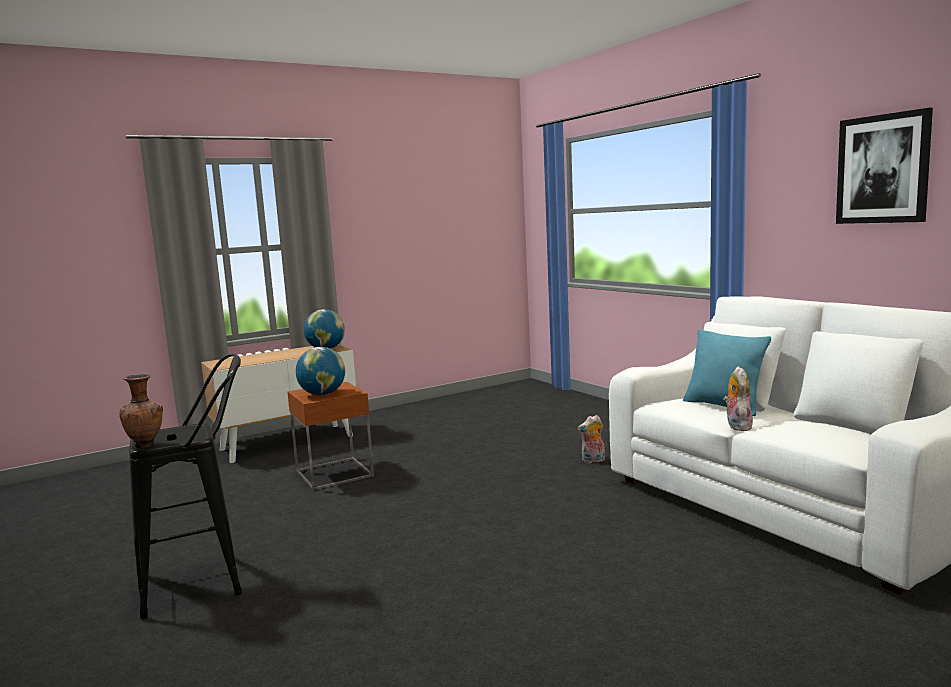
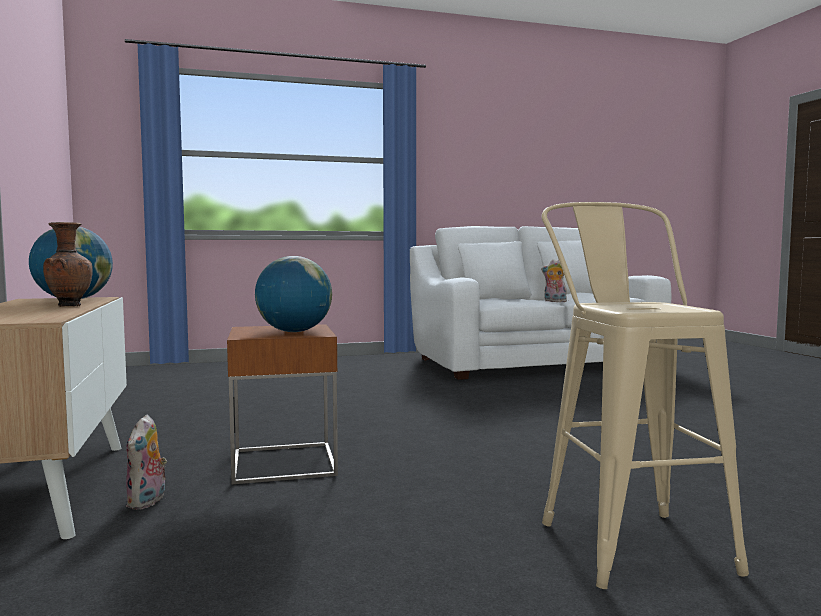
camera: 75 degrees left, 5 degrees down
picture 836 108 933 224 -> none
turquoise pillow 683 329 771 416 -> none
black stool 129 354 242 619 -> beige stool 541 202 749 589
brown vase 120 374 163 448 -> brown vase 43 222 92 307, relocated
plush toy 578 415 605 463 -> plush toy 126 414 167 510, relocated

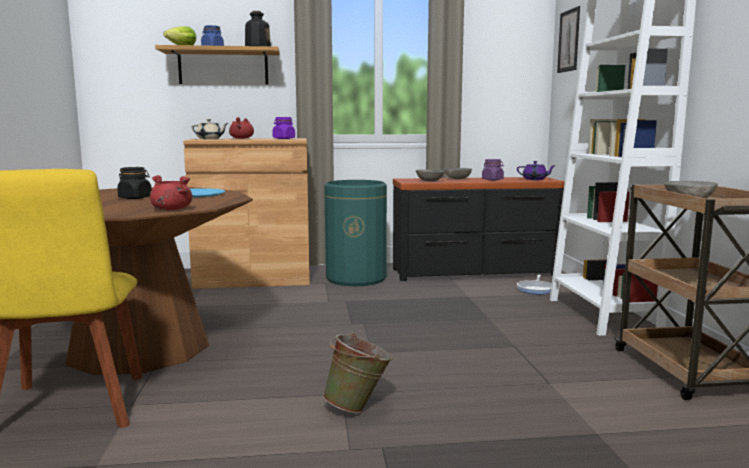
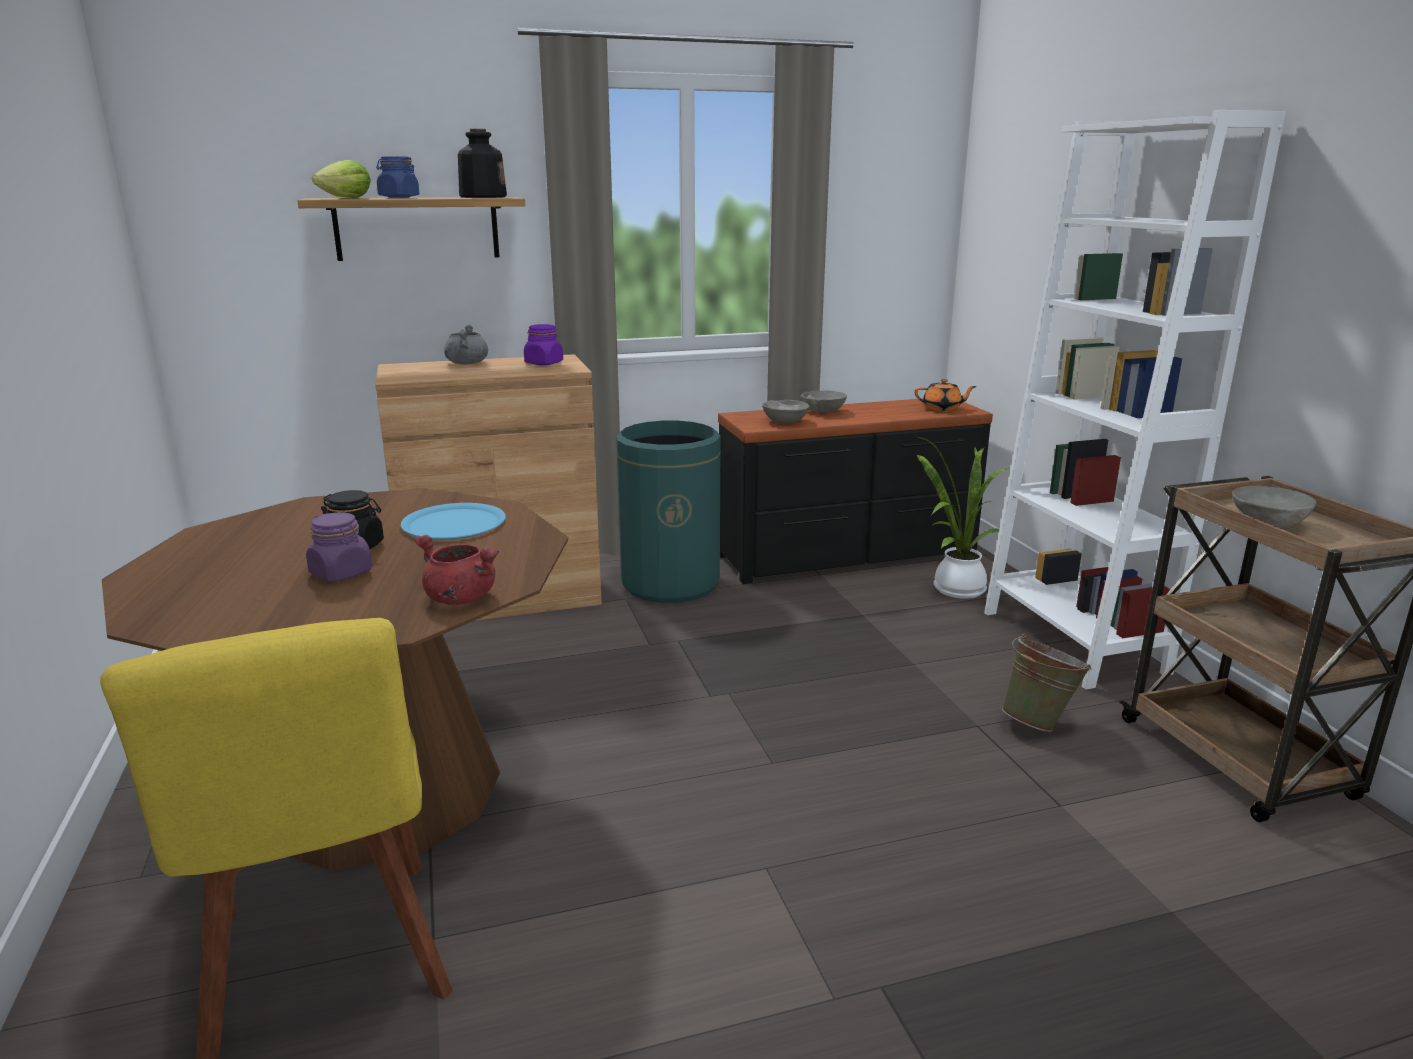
camera: 10 degrees left, 10 degrees up
picture 557 6 580 73 -> none
red cooking pot 229 117 254 139 -> grey cooking pot 444 324 488 364
beige teapot 192 119 228 139 -> none
purple jar 482 159 504 180 -> purple jar 306 512 372 582, relocated
purple teapot 517 161 556 180 -> orange teapot 914 379 977 411
frying pan 517 275 552 294 -> potted plant 914 436 1010 599
green bucket 323 333 393 413 -> green bucket 1002 634 1092 732, relocated

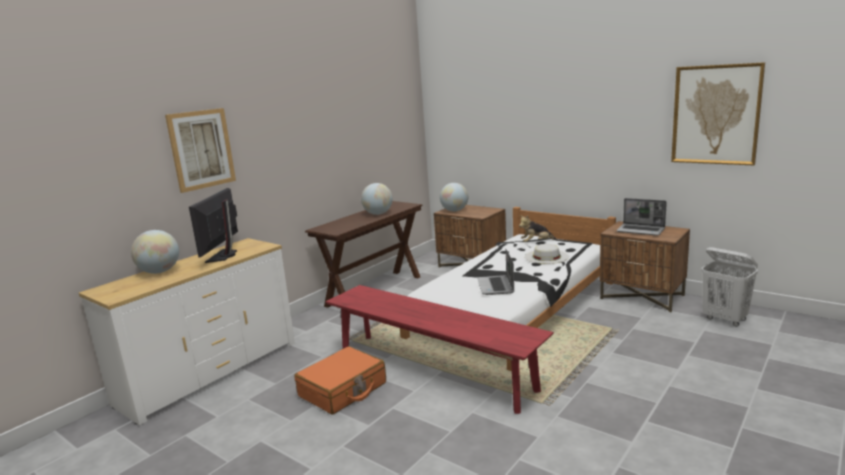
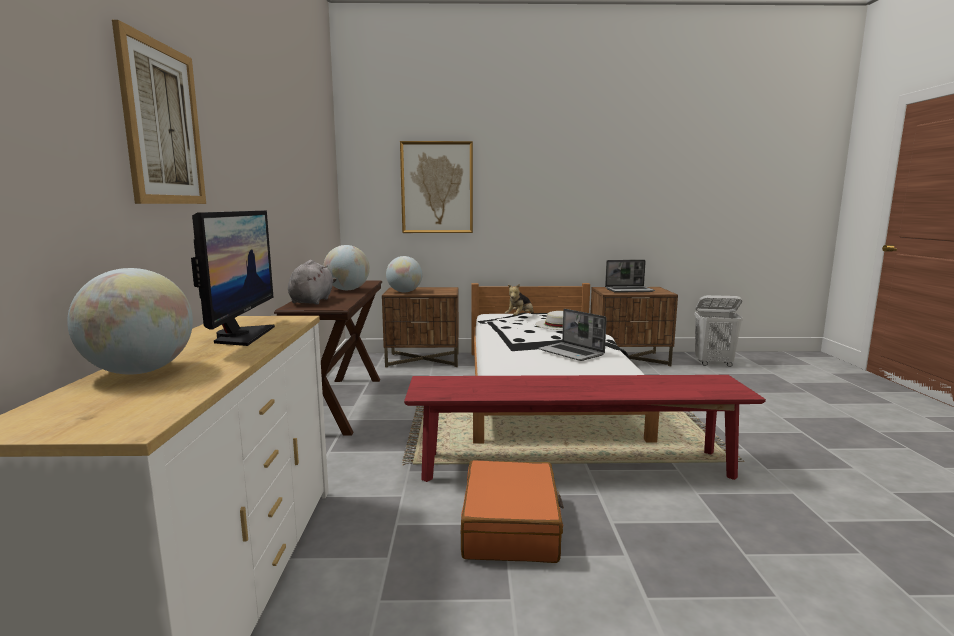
camera: 40 degrees left, 5 degrees down
picture 671 62 765 165 -> picture 400 141 473 233, relocated
monitor 189 188 238 263 -> monitor 191 211 275 346, 150 degrees counterclockwise
none -> grey plush toy 288 260 337 304

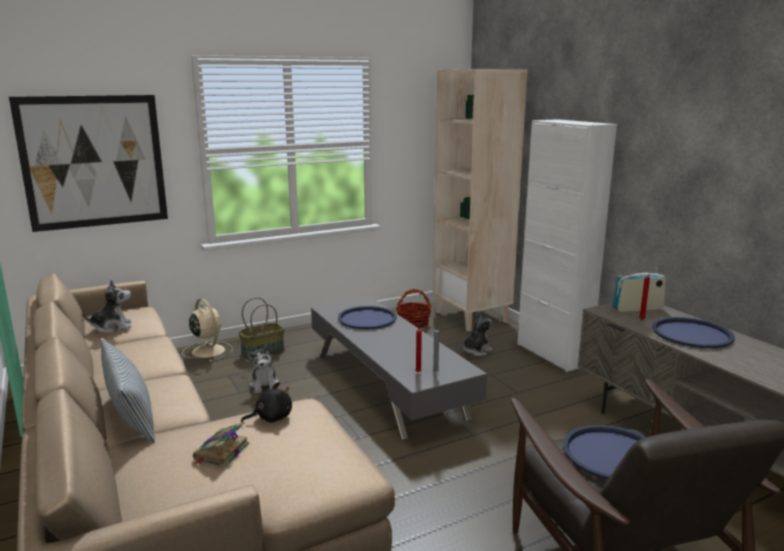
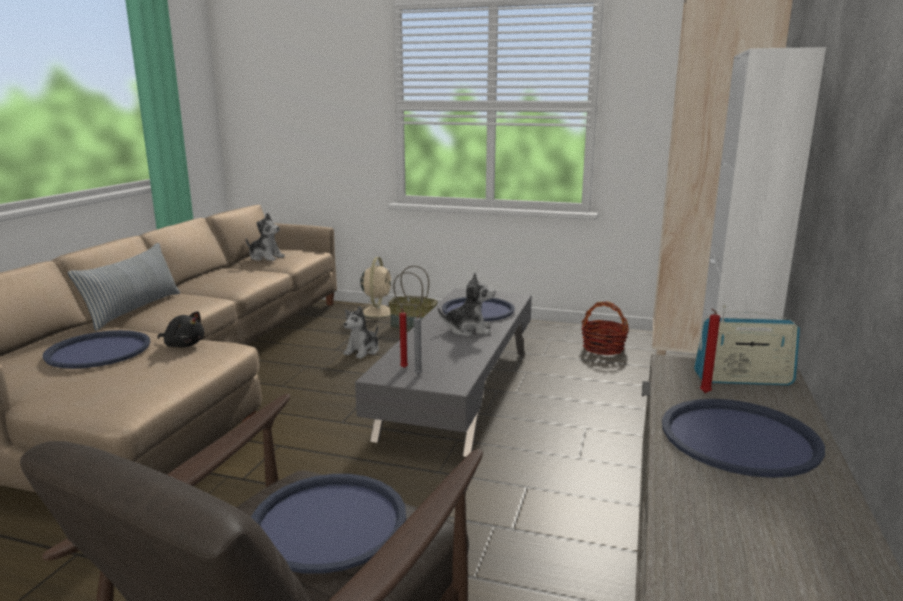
camera: 45 degrees right, 0 degrees up
picture 9 95 168 232 -> none
radio 612 267 666 312 -> radio 694 305 800 385, 150 degrees clockwise
plush toy 463 312 493 356 -> plush toy 438 272 495 336, relocated
book 193 422 249 467 -> blue tray 43 330 150 369

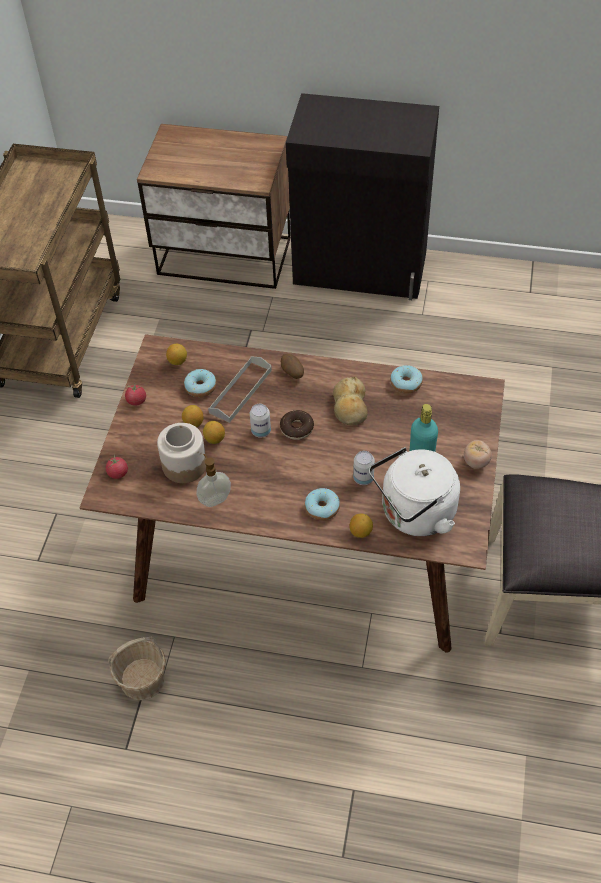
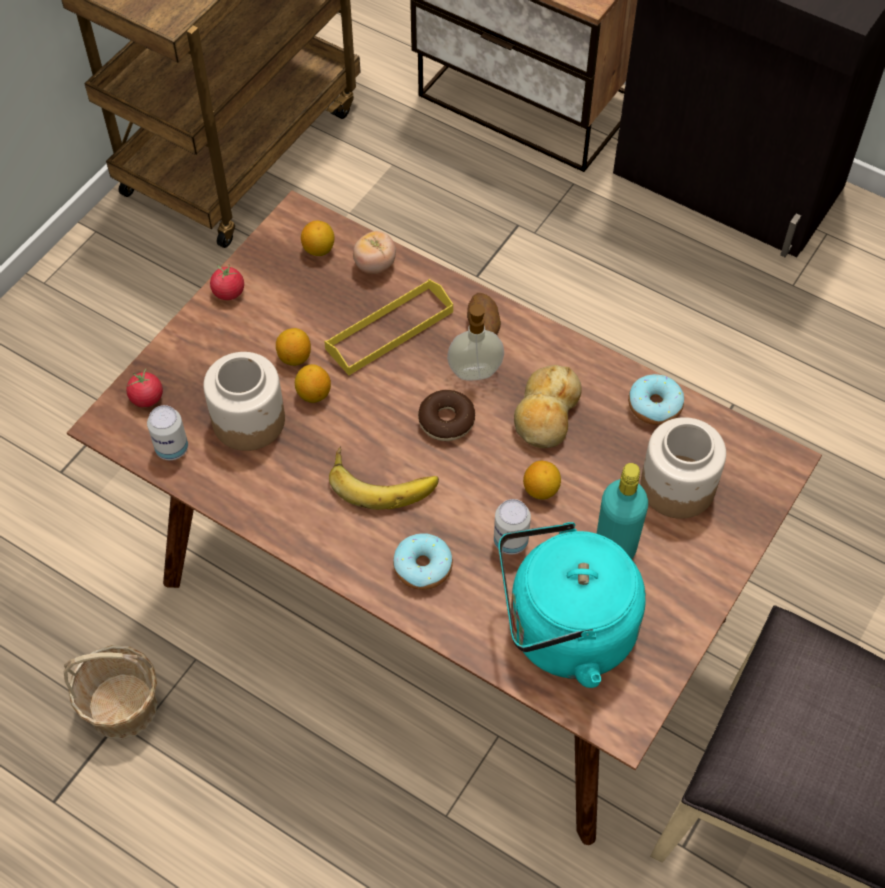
camera: 20 degrees right, 5 degrees up
grey tray 208 356 272 423 -> yellow tray 324 279 453 375
donut 184 369 216 397 -> none
can 250 404 271 438 -> can 147 405 188 460, relocated
tomato 464 440 492 469 -> tomato 353 231 396 274, relocated
white kettle 369 447 460 536 -> turquoise kettle 499 522 646 688
soap dispenser 197 454 231 507 -> soap dispenser 447 297 504 381, relocated
lemon 349 514 373 538 -> lemon 523 461 561 499, relocated
none -> jar 641 417 726 519
none -> banana 329 446 439 510

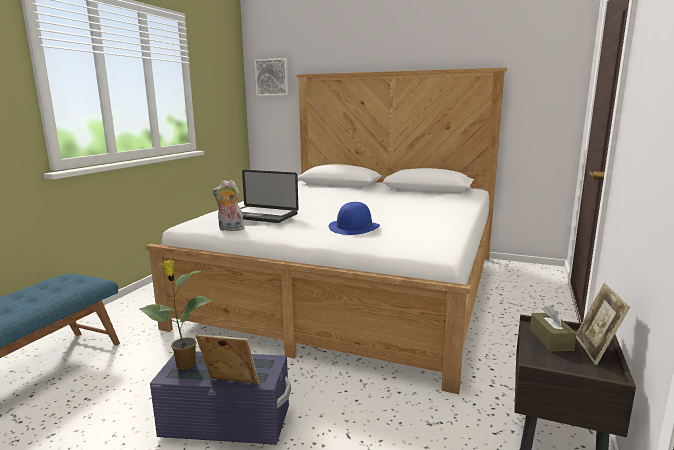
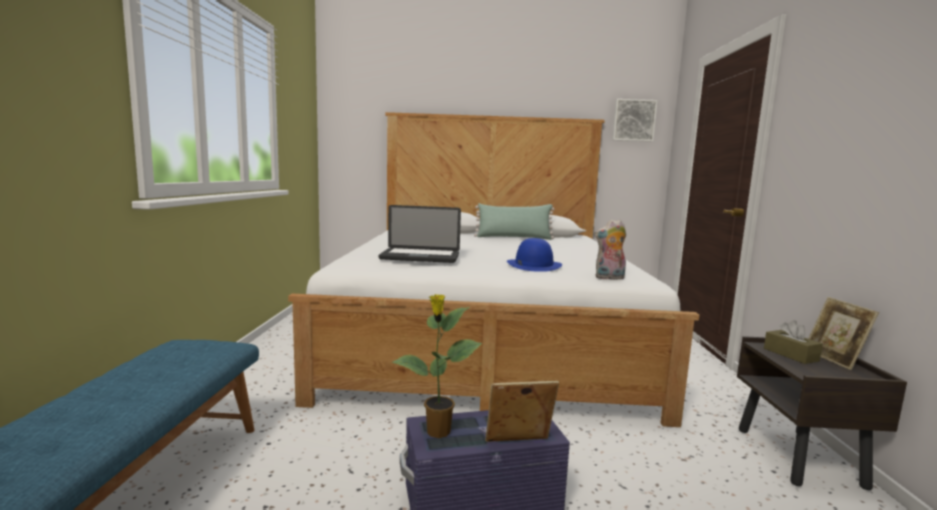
camera: 20 degrees left, 5 degrees down
picture 255 58 289 96 -> picture 612 99 658 142, relocated
plush toy 212 180 244 231 -> plush toy 595 220 626 280, relocated
none -> green pillow 474 203 555 240

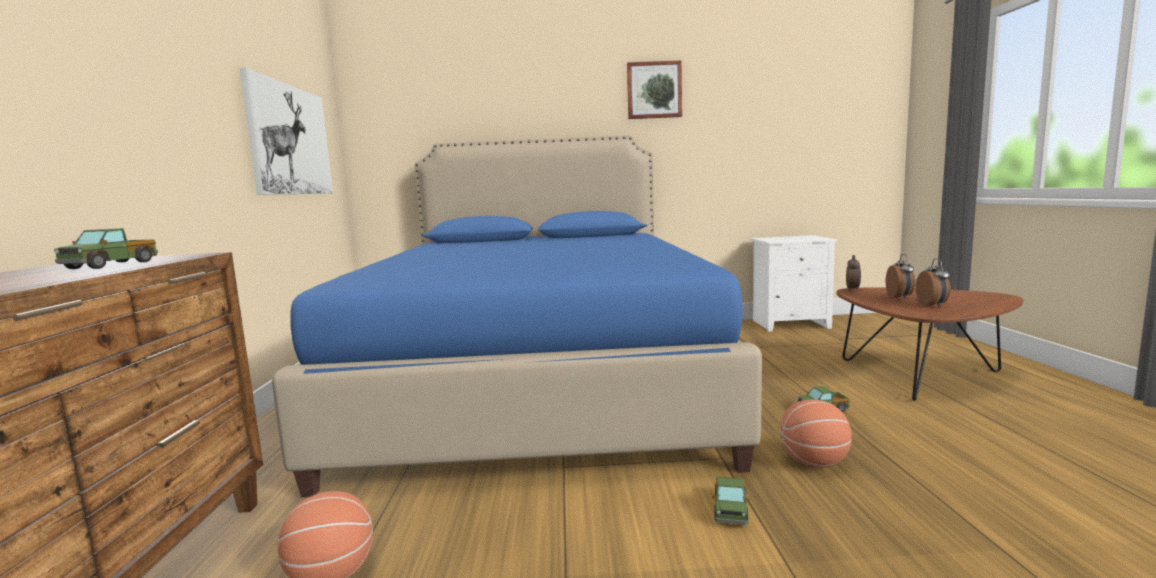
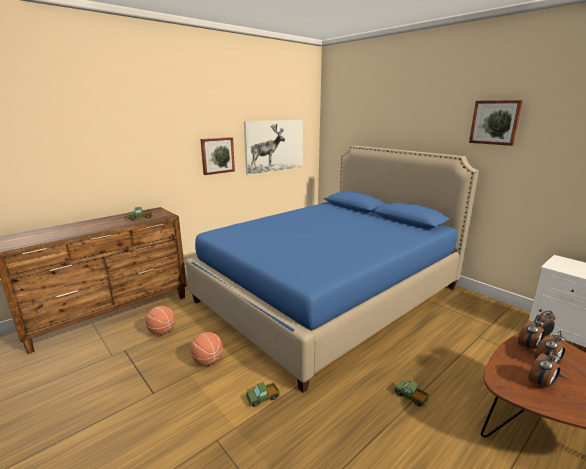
camera: 50 degrees right, 10 degrees up
basketball 780 399 852 468 -> basketball 190 332 223 366, relocated
none -> picture 200 137 235 175
none -> alarm clock 518 316 545 350

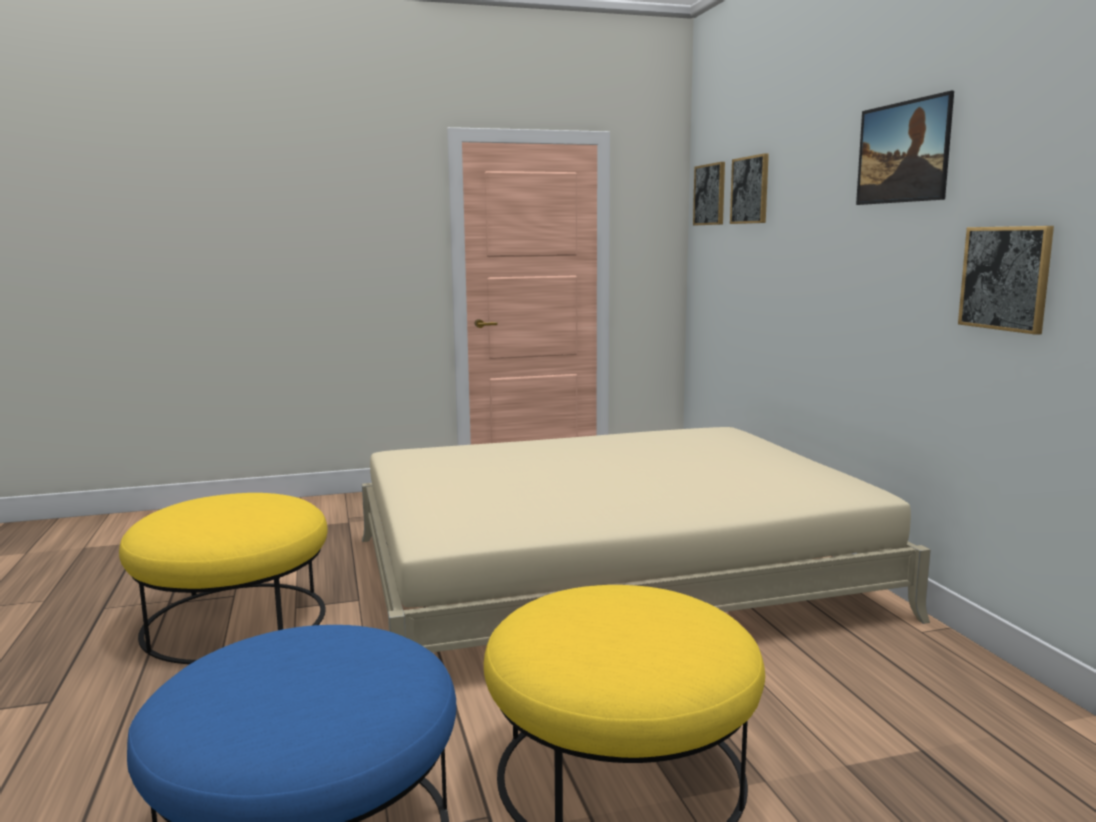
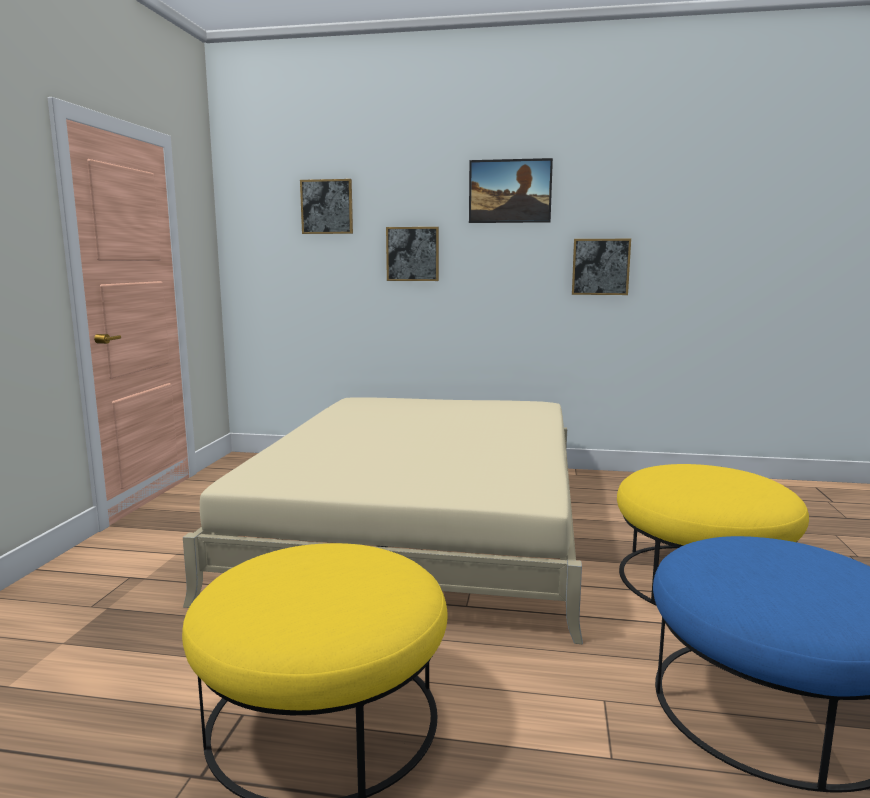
camera: 65 degrees left, 0 degrees up
picture 693 162 725 225 -> picture 386 227 439 281, relocated

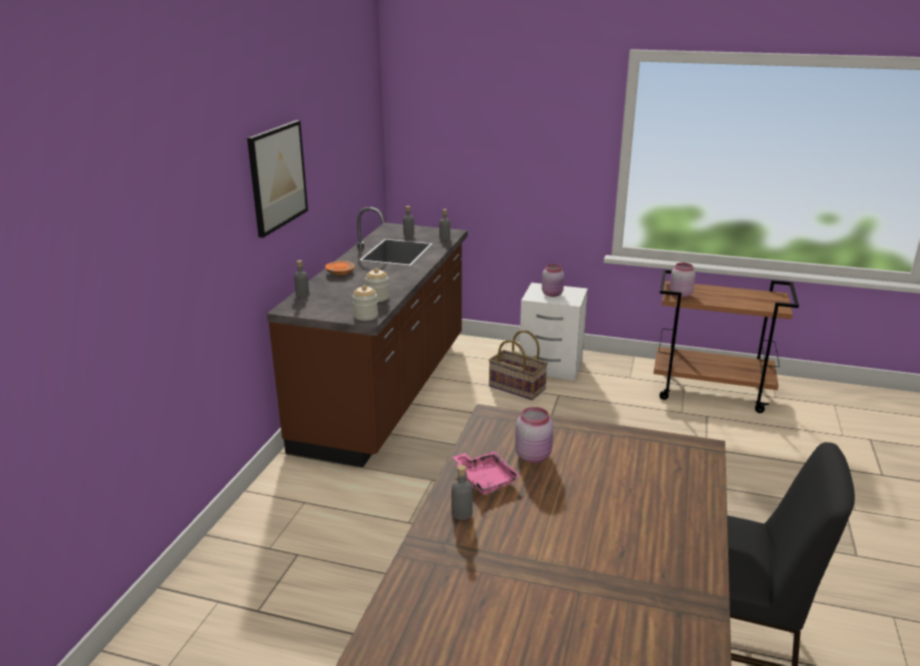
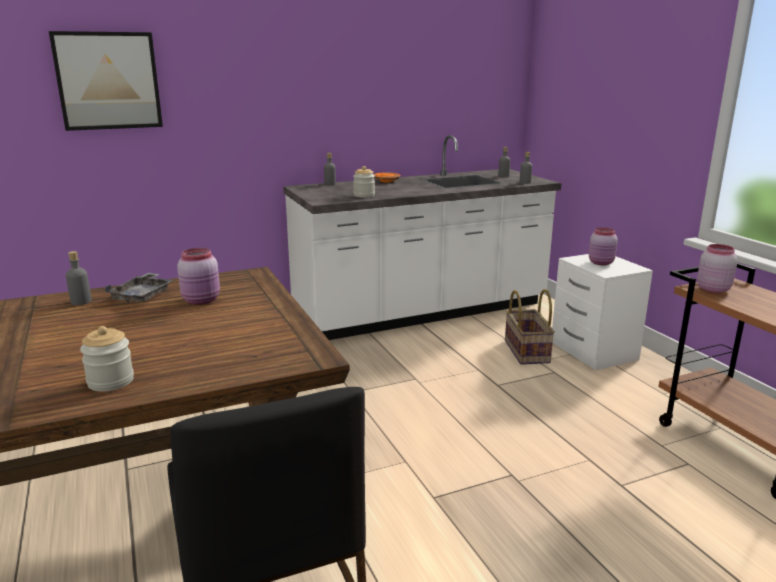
camera: 50 degrees right, 5 degrees down
picture 247 120 308 238 -> picture 49 31 163 131, relocated
brown counter 267 207 468 467 -> white counter 283 135 562 340
jar 352 285 378 321 -> jar 80 326 134 392, relocated
pink tray 453 451 521 495 -> grey tray 104 273 173 303

